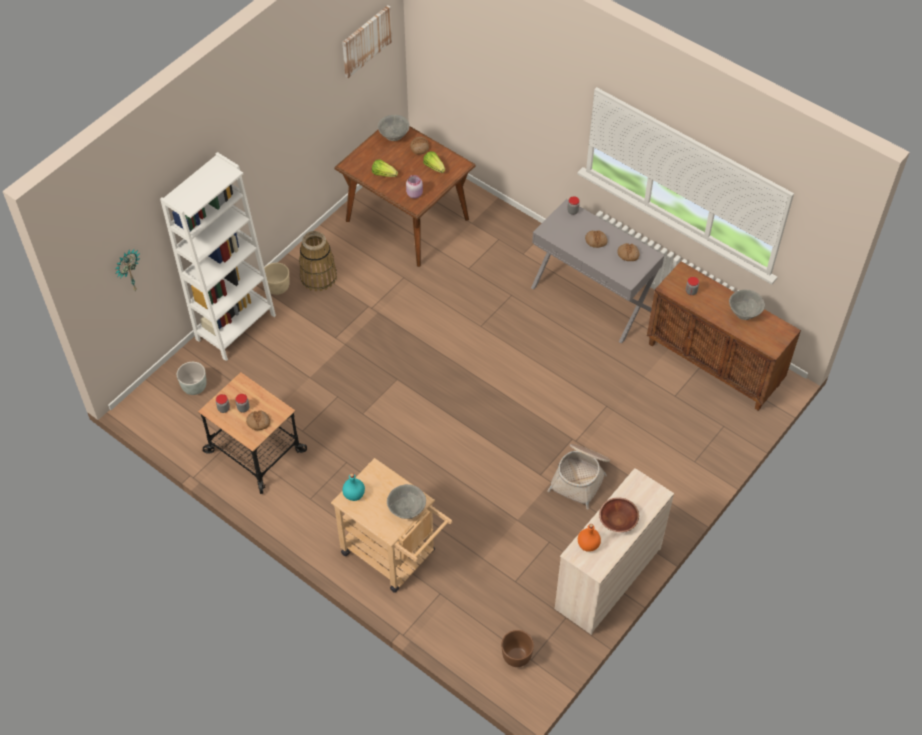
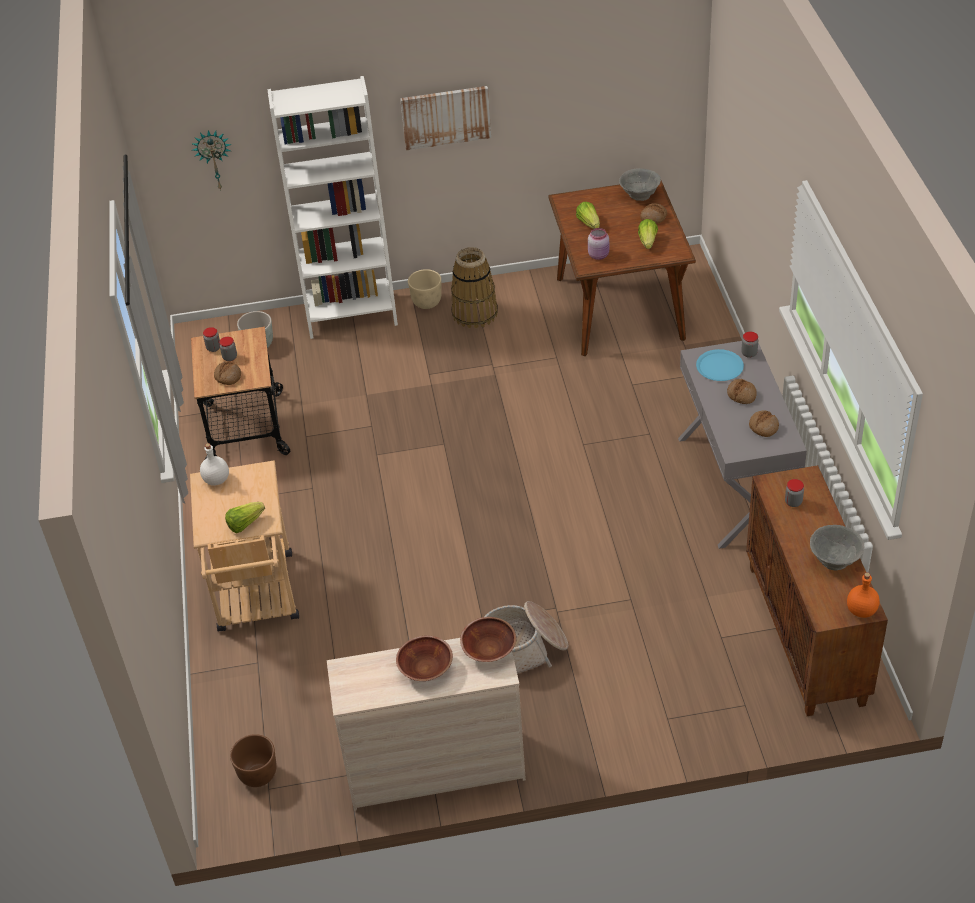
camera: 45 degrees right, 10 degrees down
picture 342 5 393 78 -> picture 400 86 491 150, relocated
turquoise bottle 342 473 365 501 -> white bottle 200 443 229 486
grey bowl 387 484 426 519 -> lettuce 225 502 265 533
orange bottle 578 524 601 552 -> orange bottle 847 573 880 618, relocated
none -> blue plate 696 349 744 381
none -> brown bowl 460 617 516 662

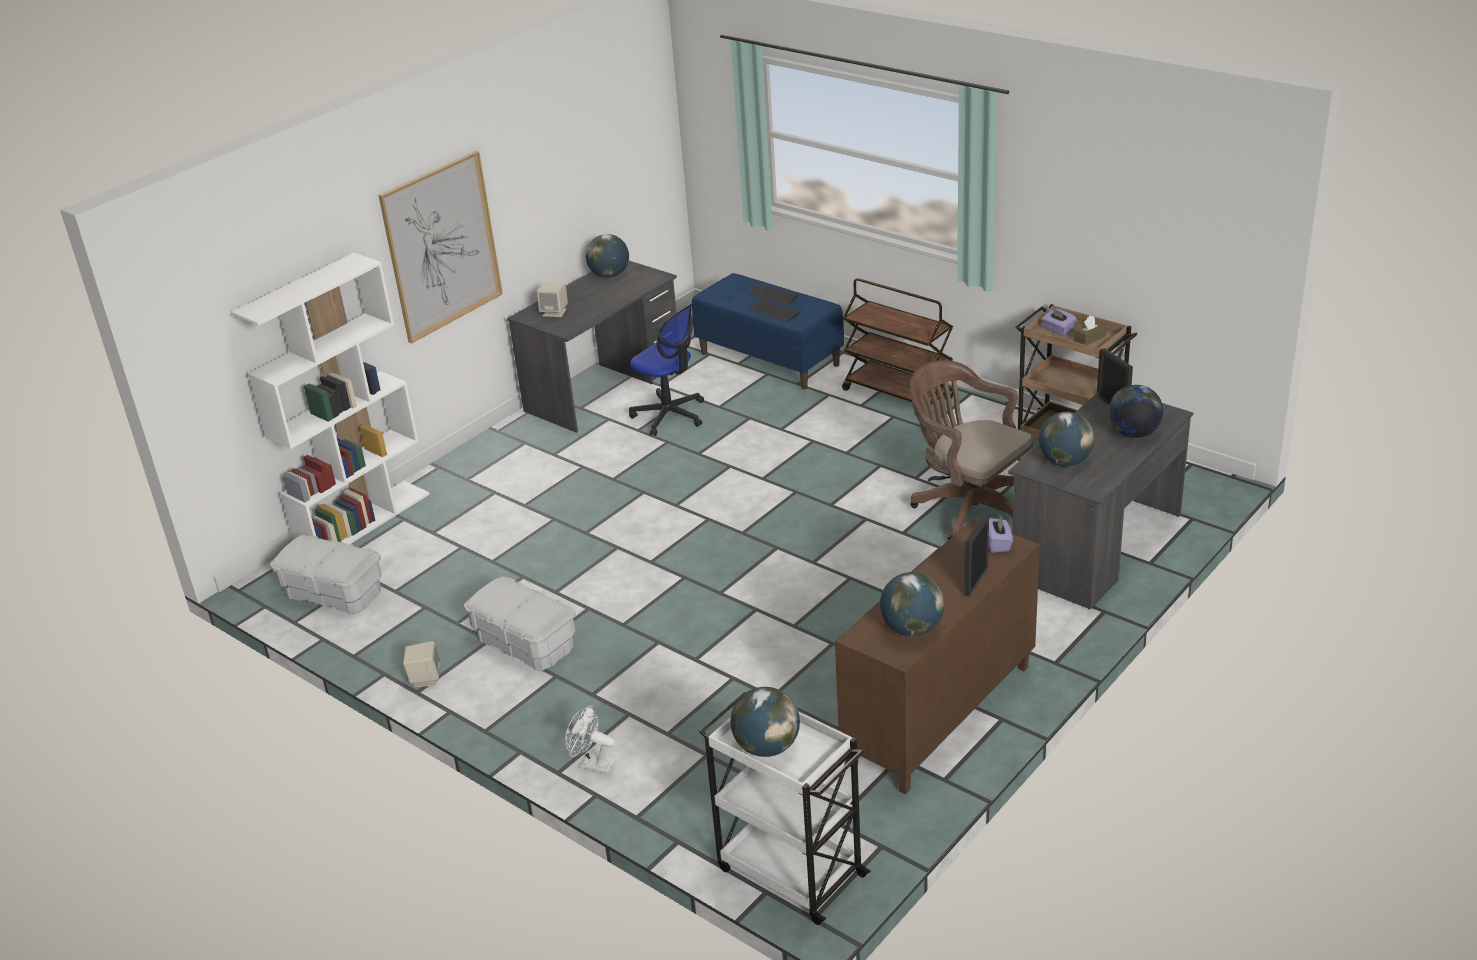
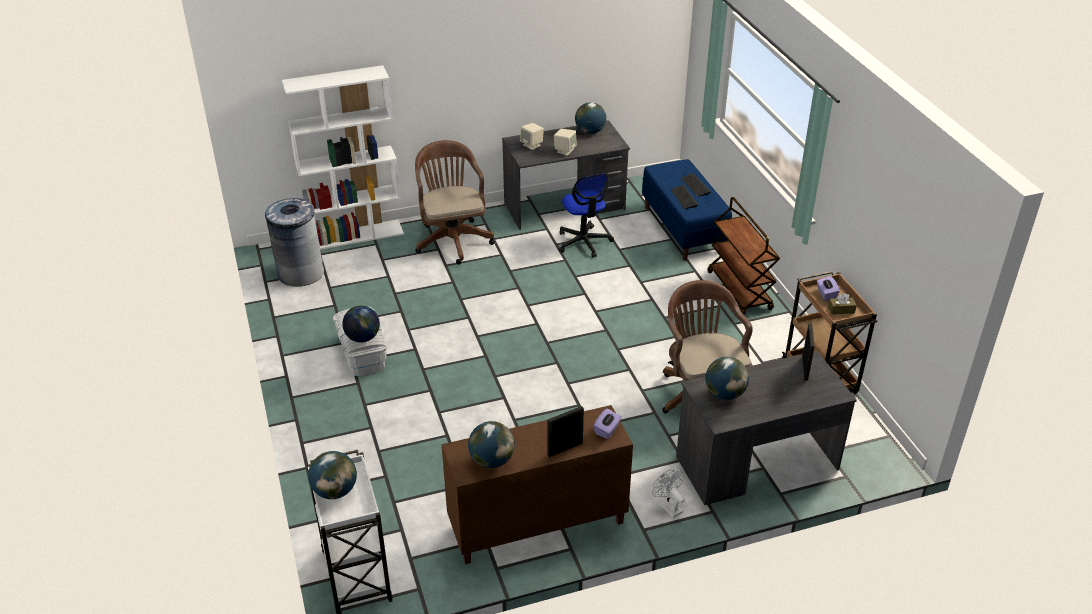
camera: 30 degrees right, 5 degrees up
picture 379 151 503 343 -> none
globe 1109 385 1163 438 -> globe 342 306 380 343, relocated
white storage box 270 535 382 614 -> grey trash can 265 197 324 287
beige speaker 403 641 441 687 -> beige speaker 554 129 577 156, relocated
white fan 565 706 615 774 -> white fan 652 469 685 518, relocated
none -> brown office chair 415 140 494 265

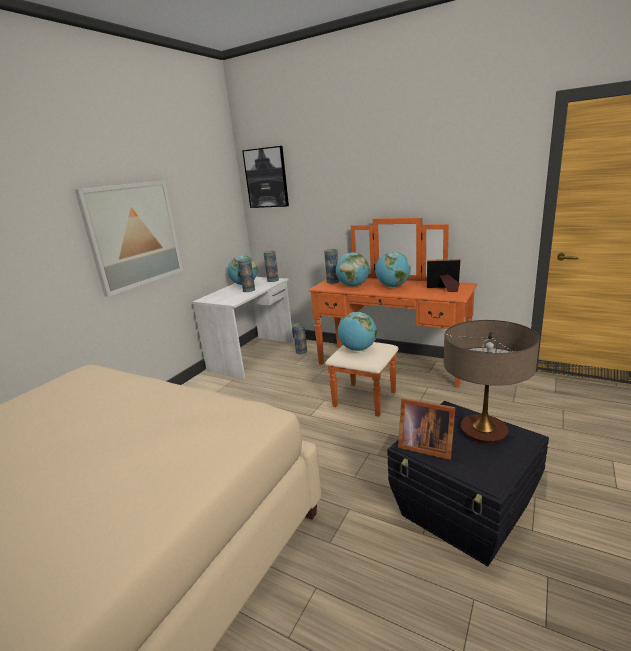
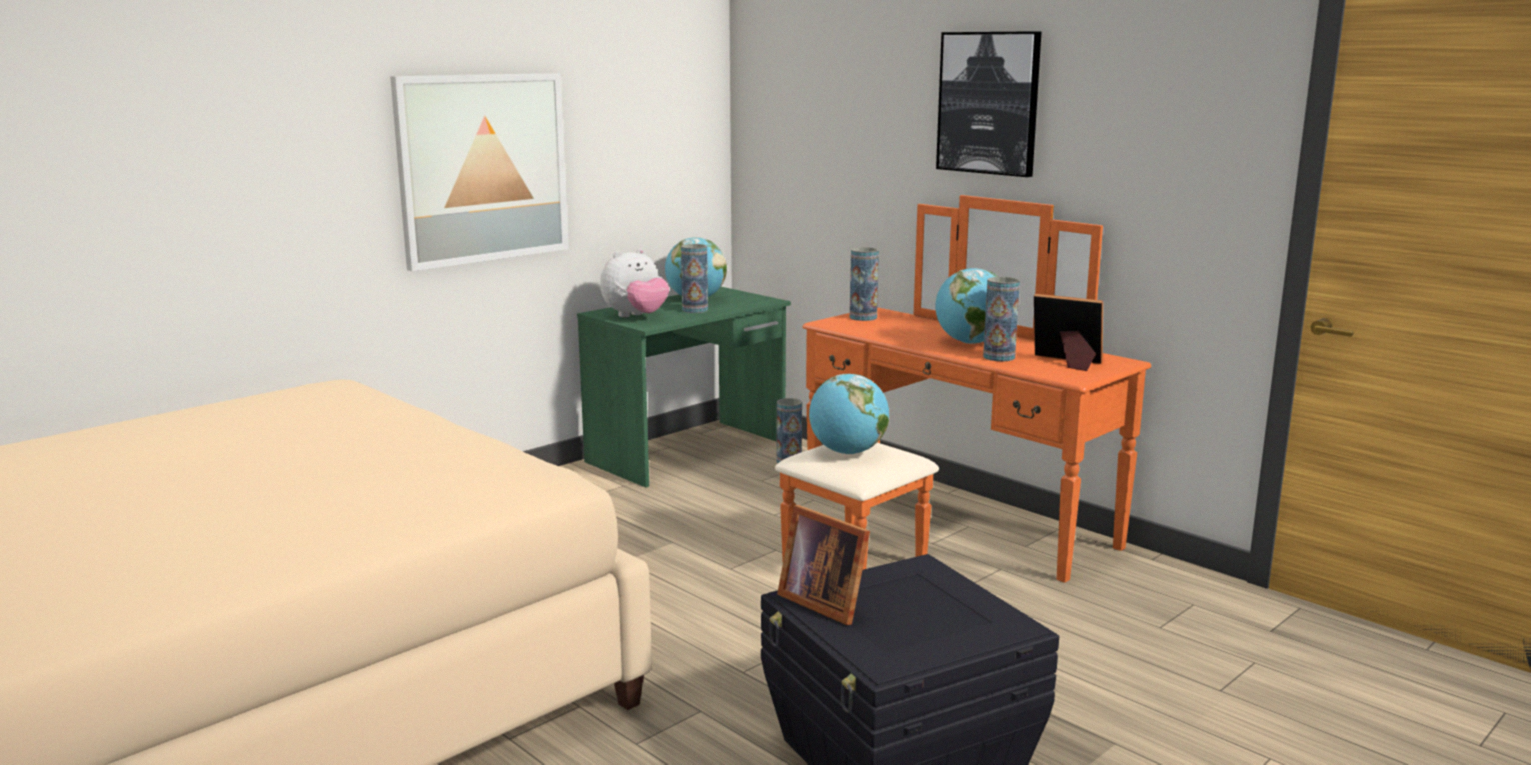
camera: 15 degrees right, 5 degrees down
picture 242 146 289 208 -> picture 936 31 1041 177, relocated
vase 263 250 279 282 -> vase 983 277 1020 361, relocated
globe 336 252 370 287 -> none
white desk 192 277 294 379 -> green desk 577 287 791 487
table lamp 444 320 540 443 -> none
none -> plush toy 600 248 669 317

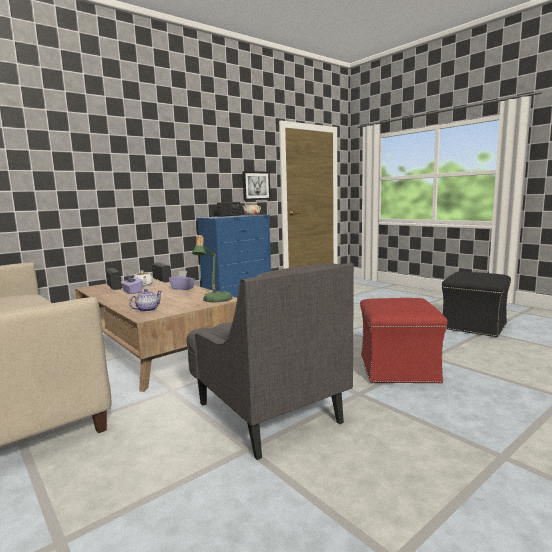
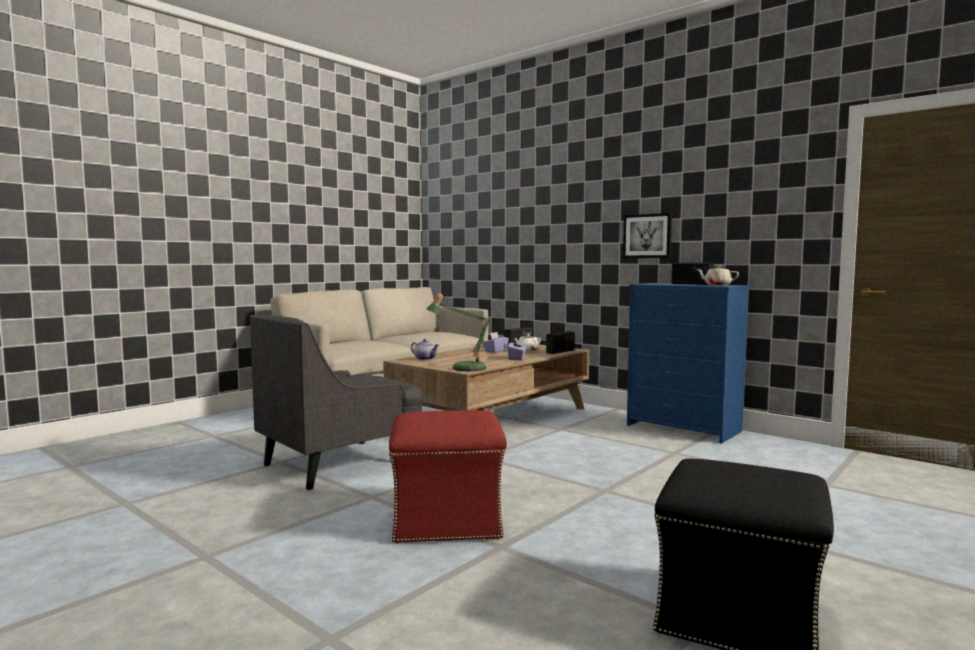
camera: 80 degrees right, 5 degrees down
picture 242 171 271 200 -> picture 623 213 672 258, relocated

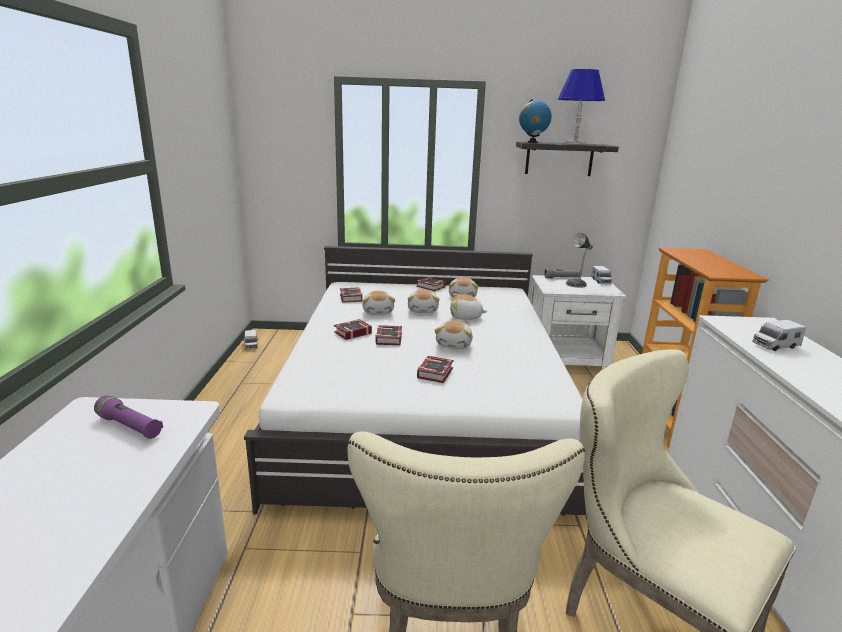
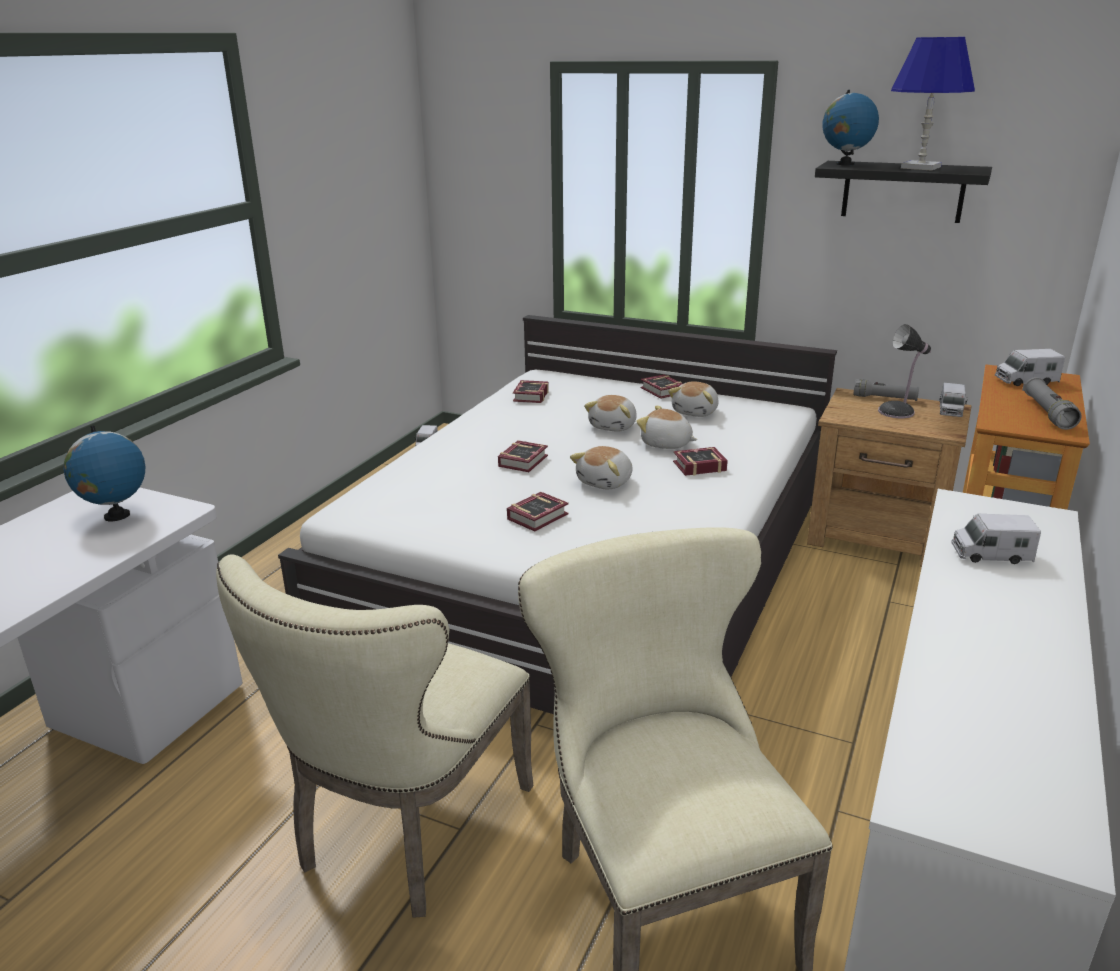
camera: 25 degrees right, 5 degrees up
white nightstand 530 275 626 370 -> brown nightstand 807 388 972 567
plush toy 362 291 395 315 -> none
book 334 319 372 340 -> book 673 447 728 476, relocated
purple flashlight 94 395 163 439 -> globe 64 426 145 521
none -> toy truck 995 349 1065 386
none -> grey flashlight 1022 377 1082 430

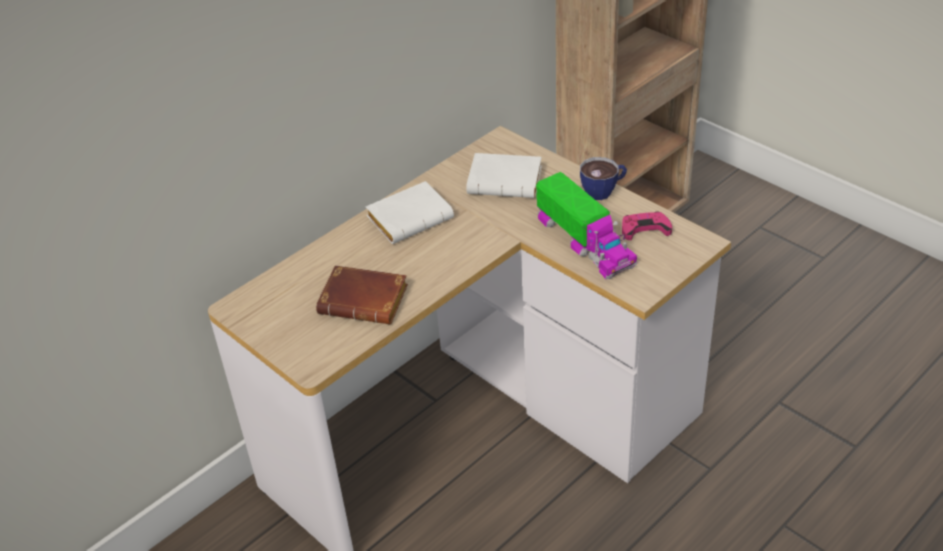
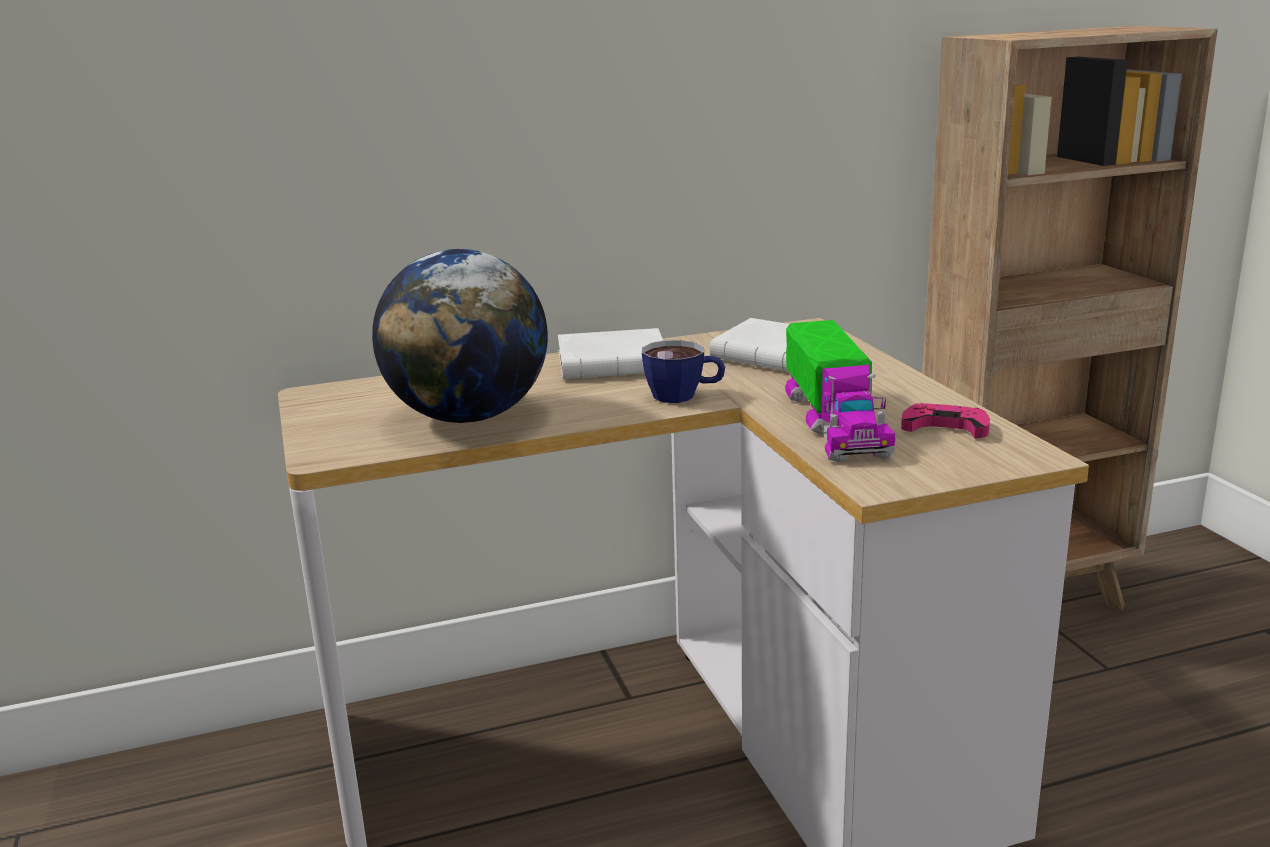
camera: 25 degrees right, 20 degrees down
cup 580 157 627 200 -> cup 642 340 725 403, relocated
brown book 316 265 408 324 -> globe 372 249 548 423

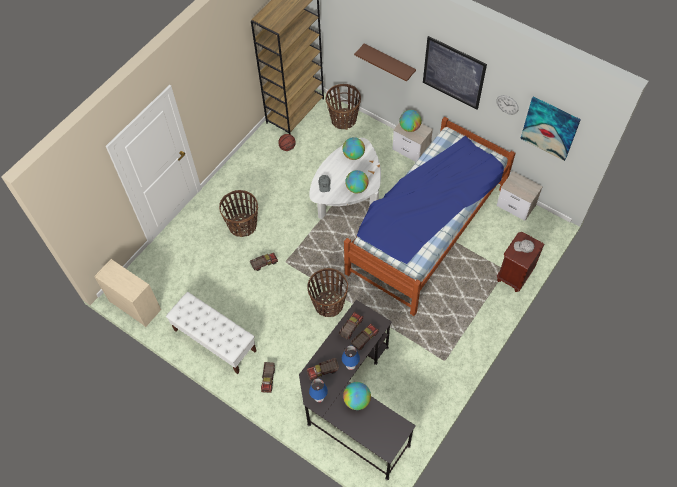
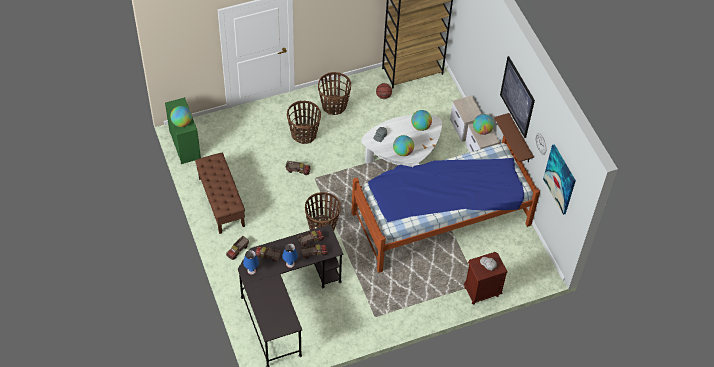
camera: 30 degrees right, 5 degrees down
brown shelf 354 44 416 82 -> brown shelf 494 113 534 162, relocated
basket 326 84 361 130 -> basket 318 72 351 115, relocated
nightstand 496 171 543 221 -> nightstand 450 95 482 141, relocated
beige dresser 94 259 161 327 -> green dresser 165 97 201 164
white bench 166 292 256 374 -> brown bench 195 153 245 234
globe 343 382 371 410 -> globe 170 106 192 127, relocated

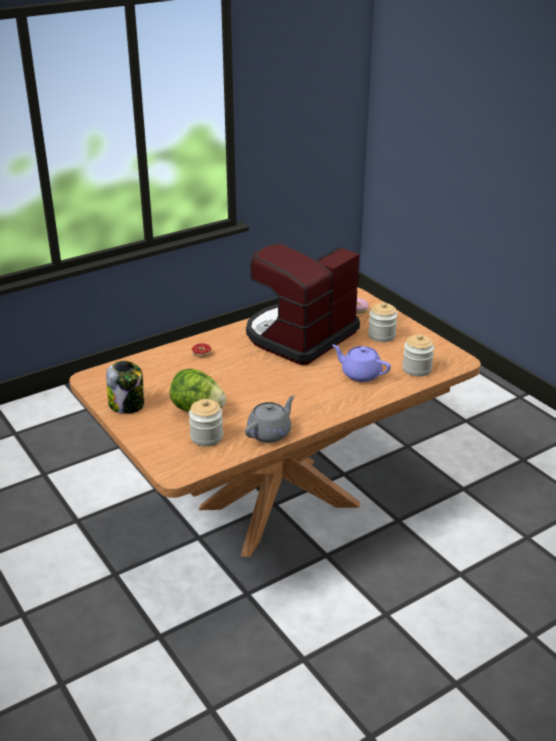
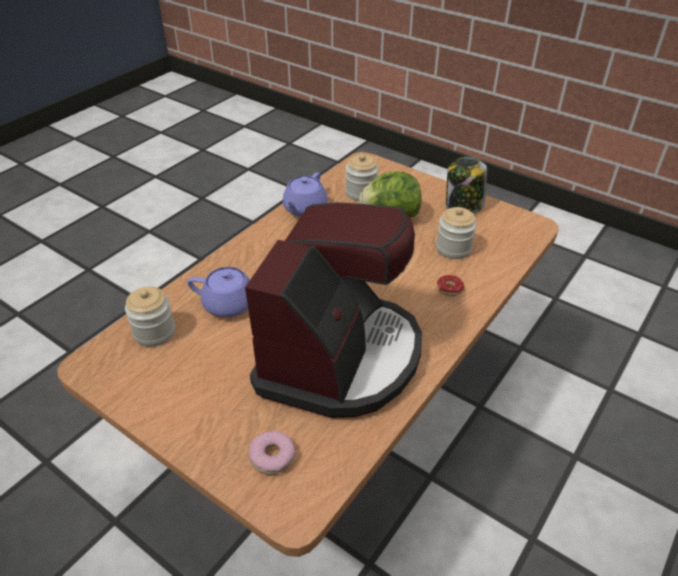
camera: 160 degrees right, 10 degrees up
jar 368 302 398 342 -> jar 436 207 477 259, relocated
grey teapot 245 395 295 443 -> purple teapot 283 172 328 217

